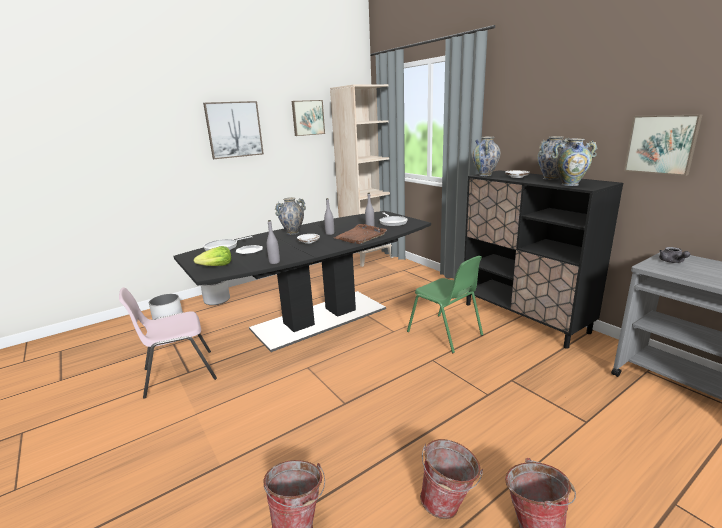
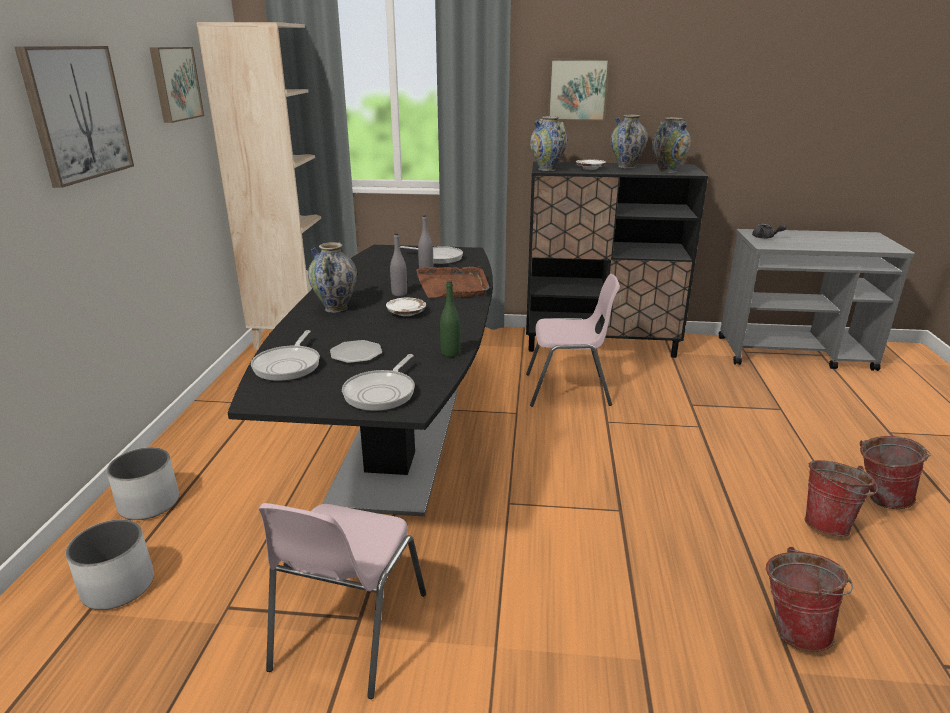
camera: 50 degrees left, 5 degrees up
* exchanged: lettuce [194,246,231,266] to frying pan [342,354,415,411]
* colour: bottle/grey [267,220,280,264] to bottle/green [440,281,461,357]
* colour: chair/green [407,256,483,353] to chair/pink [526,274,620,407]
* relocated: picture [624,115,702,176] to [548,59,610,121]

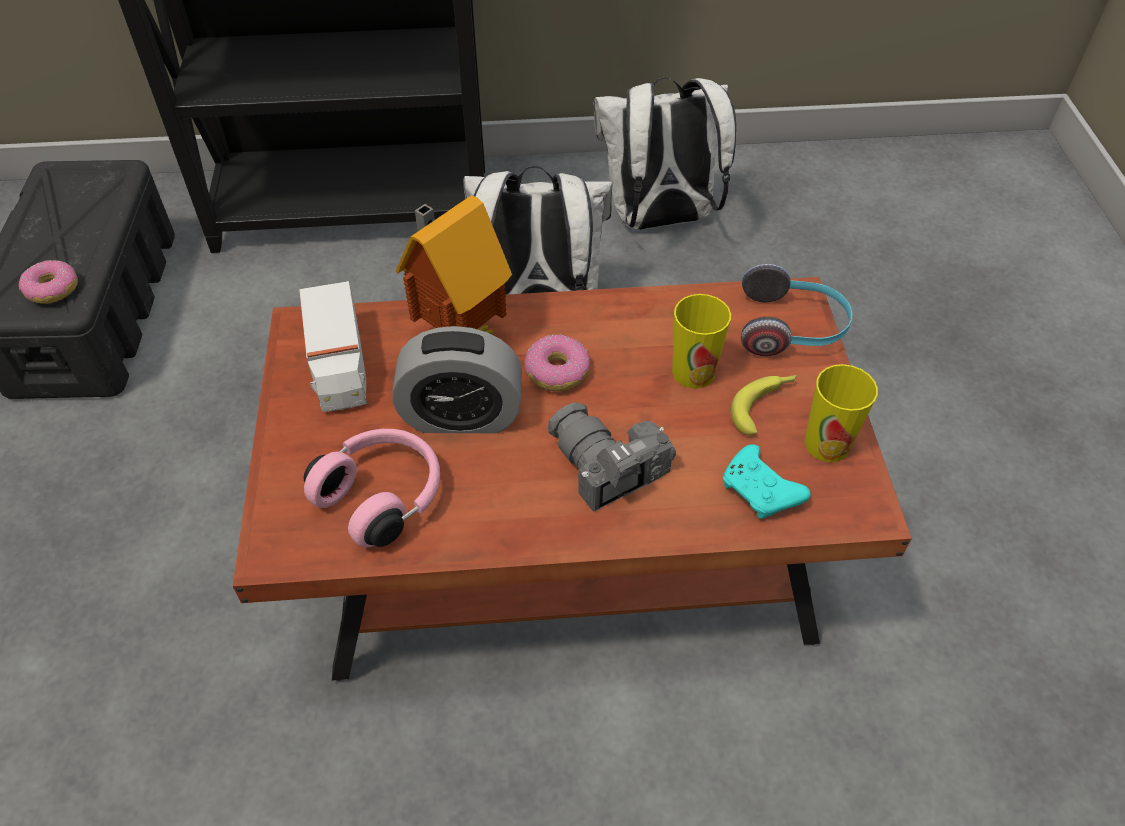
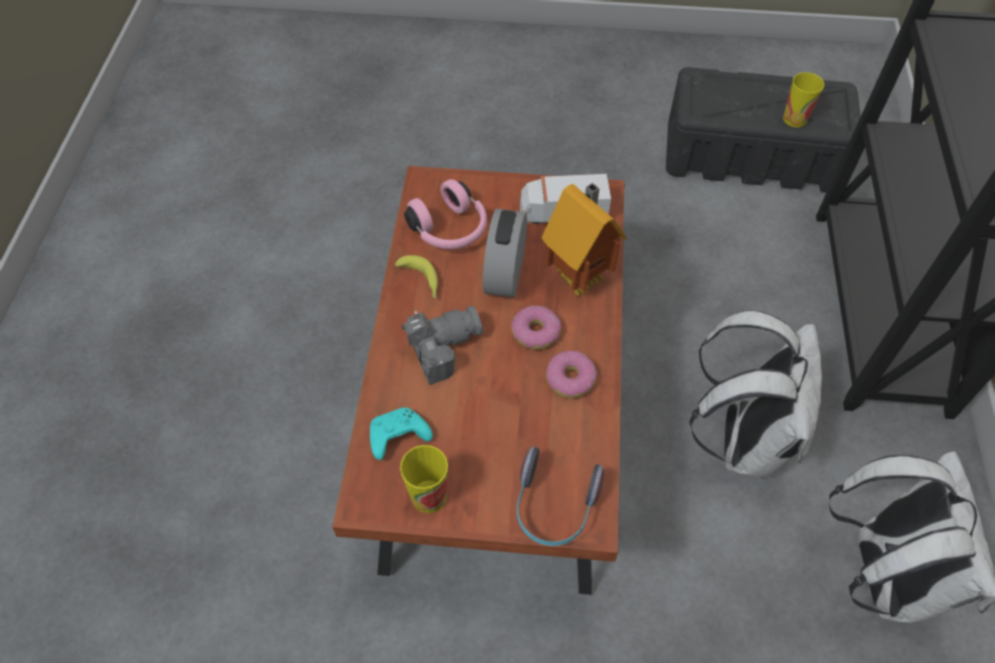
camera: 100 degrees right, 5 degrees up
* relocated: donut [19,260,78,304] to [546,351,597,399]
* relocated: cup [672,294,731,389] to [783,72,824,127]
* relocated: banana [730,375,797,435] to [395,255,438,298]

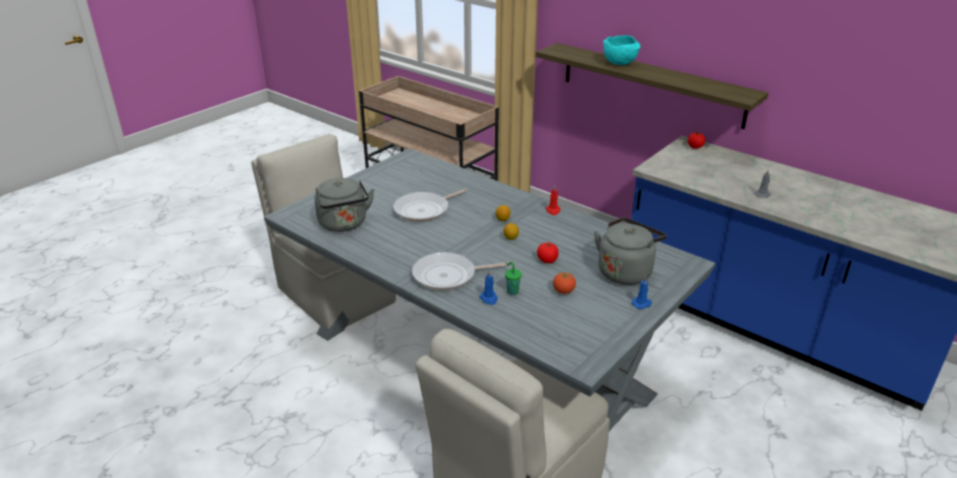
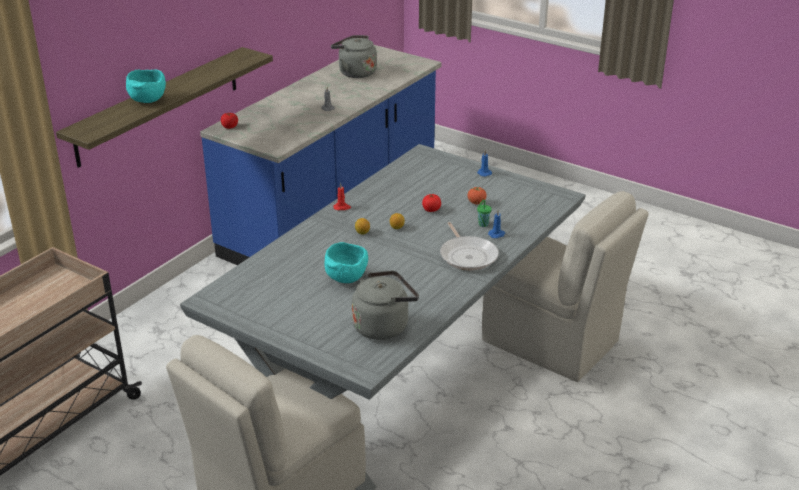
camera: 95 degrees left, 0 degrees up
* exchanged: frying pan [393,189,468,222] to bowl/turquoise [324,242,368,283]
* relocated: kettle/grey [594,217,667,285] to [331,35,377,78]

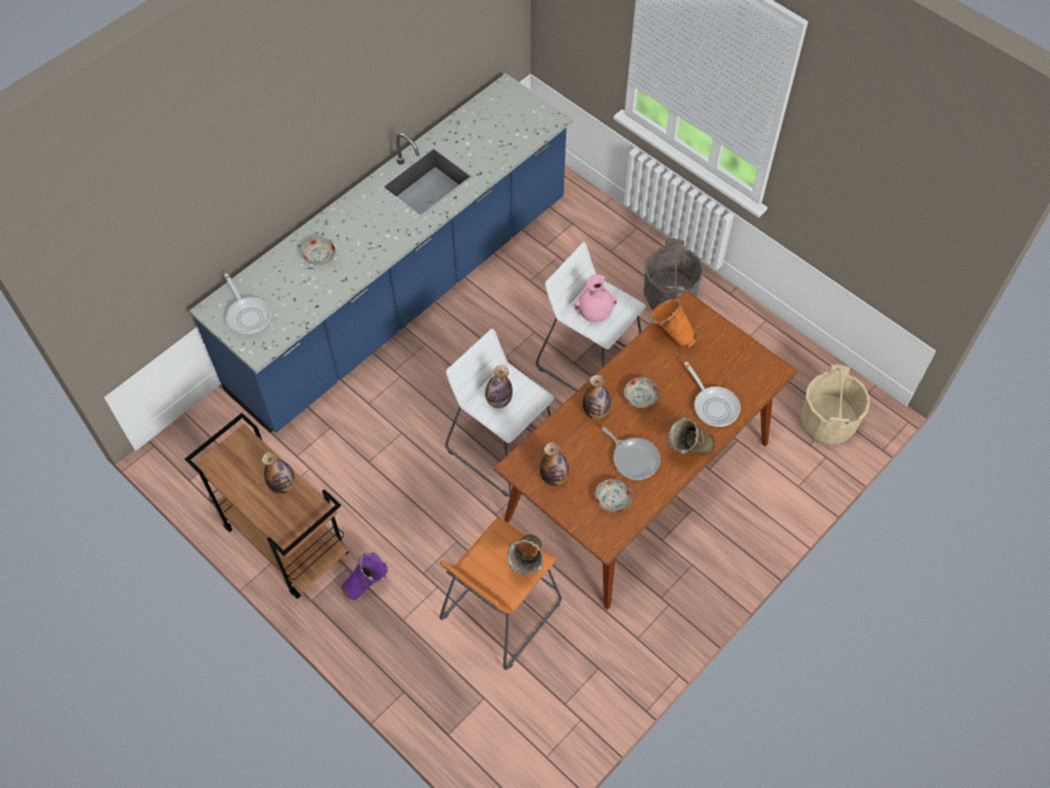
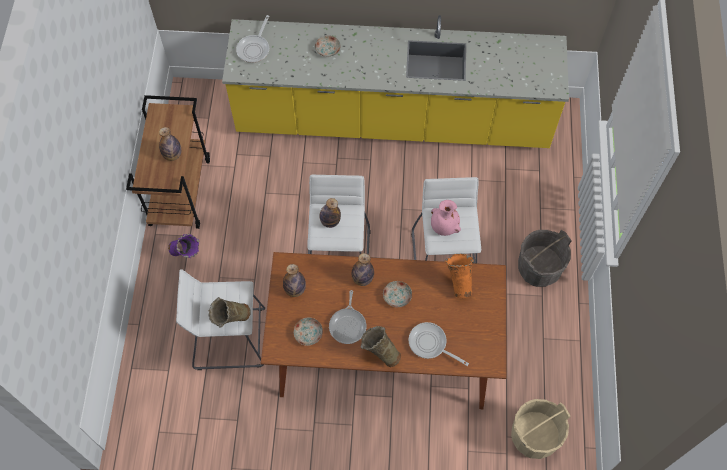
camera: 50 degrees right, 5 degrees up
* colour: counter/blue [189,73,573,433] to counter/yellow [222,15,569,148]
* colour: stool/orange [440,517,562,670] to stool/white [176,269,265,370]
* spun: frying pan [684,362,741,427] = [409,322,469,366] 105 degrees clockwise

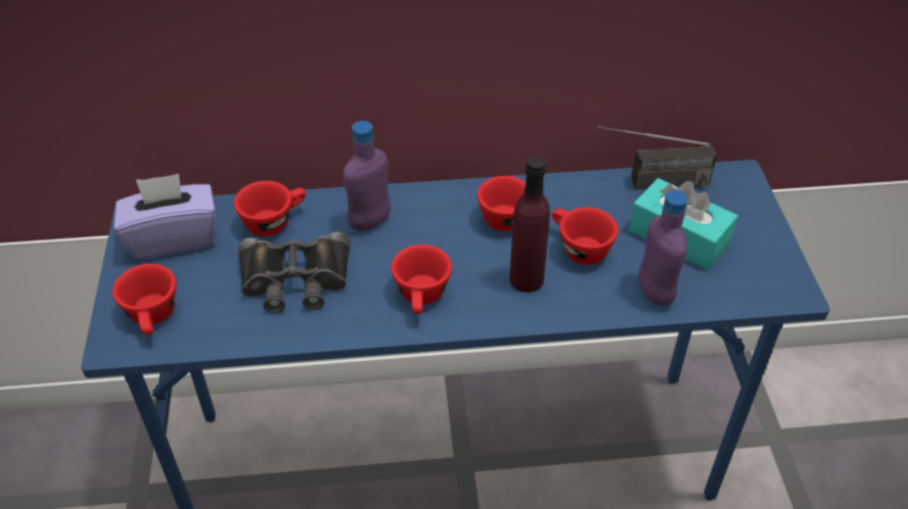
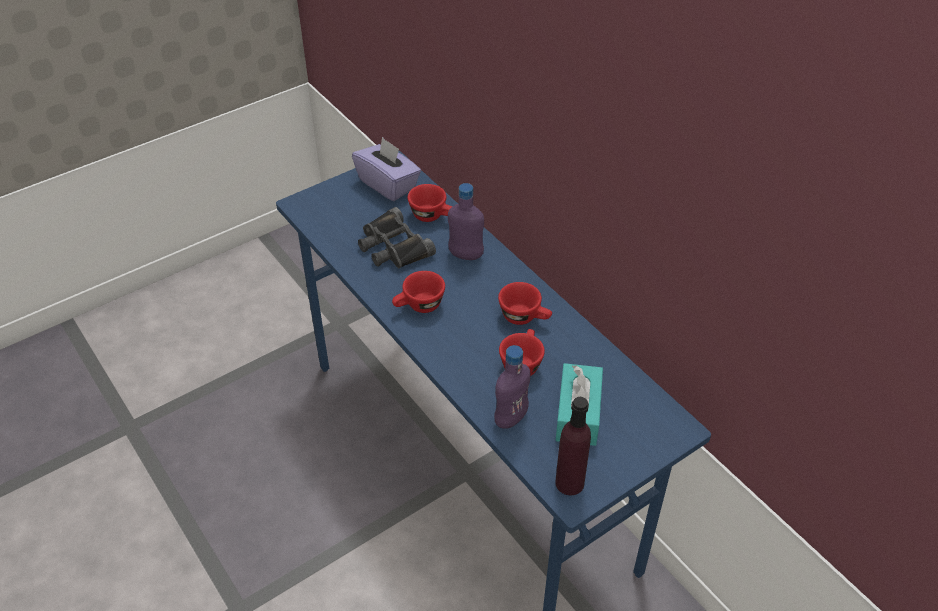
camera: 60 degrees right, 0 degrees up
* missing: cup/red [112,264,176,335]
* relocated: bottle/purple [510,157,550,292] to [555,397,591,495]
* missing: radio [598,126,717,190]

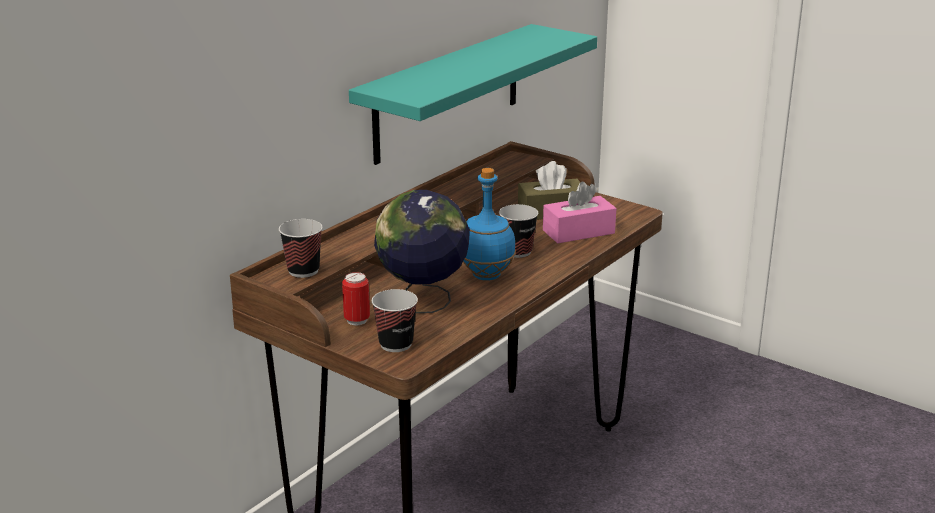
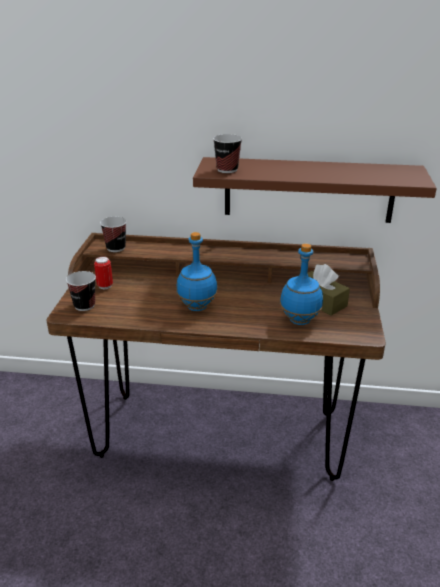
camera: 60 degrees right, 5 degrees up
* colour: shelf/turquoise [349,24,597,165] to shelf/brown [193,157,437,223]
* missing: globe [374,190,470,313]
* relocated: cup [499,204,538,258] to [213,134,242,173]
* exchanged: tissue box/pink [543,181,616,243] to bottle/blue [280,244,323,325]

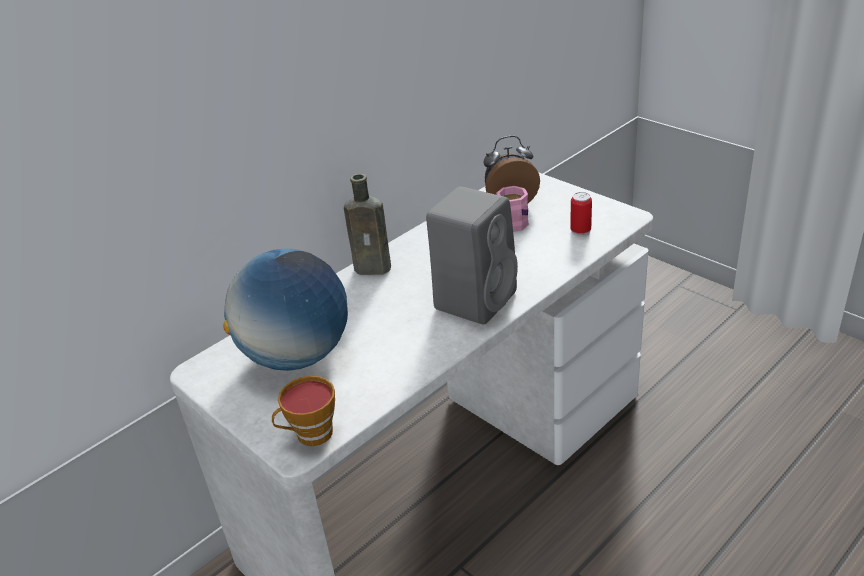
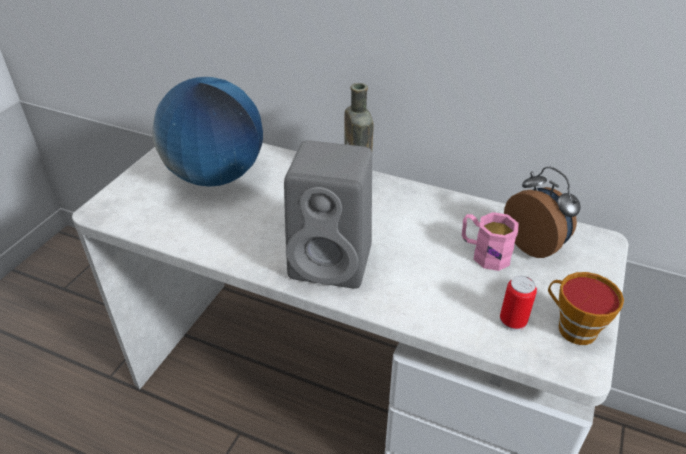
camera: 65 degrees right, 5 degrees up
* relocated: cup [272,376,335,446] to [548,272,624,345]

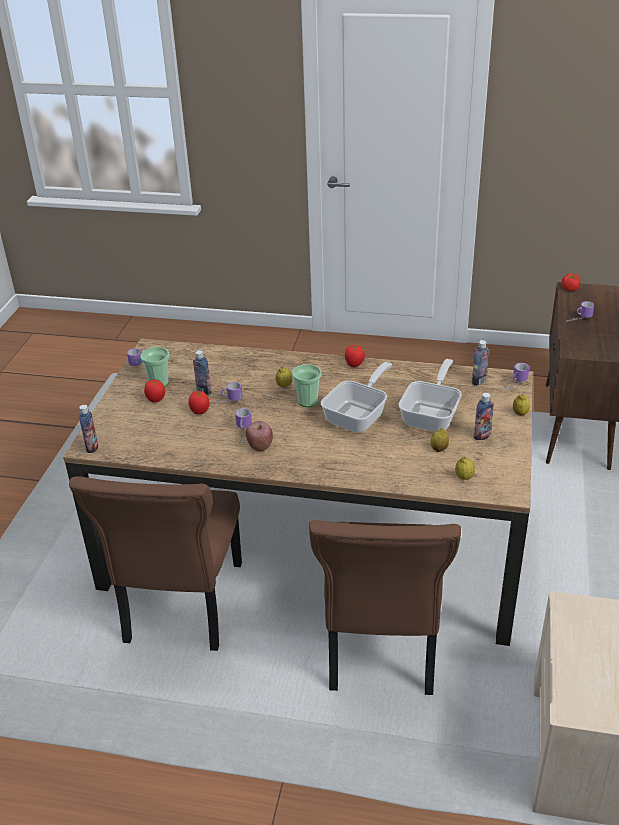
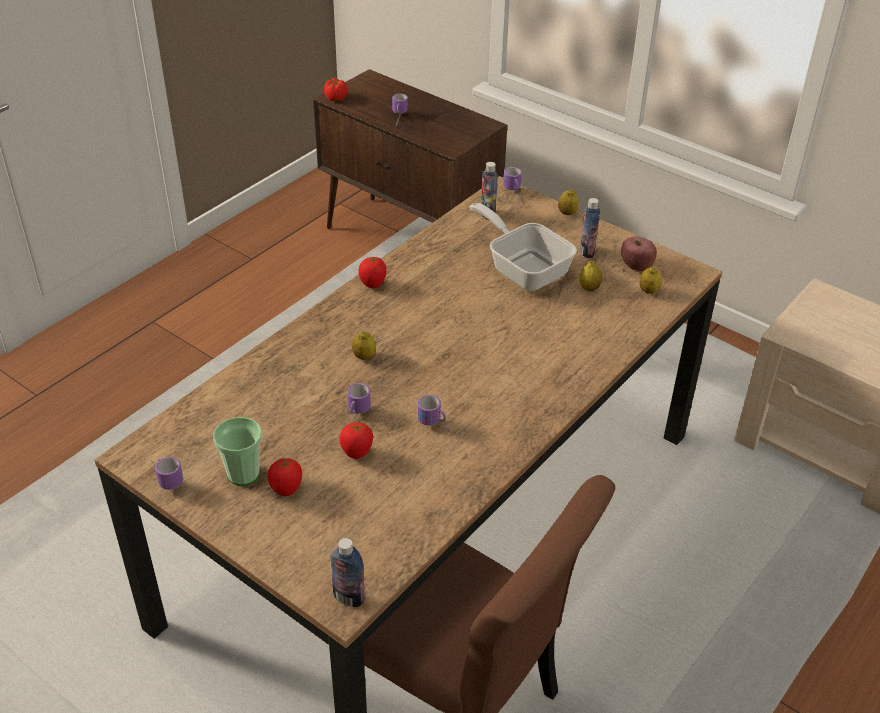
camera: 65 degrees left, 5 degrees up
* missing: bottle [193,350,211,395]
* relocated: apple [246,421,273,451] to [621,236,657,271]
* missing: cup [292,364,321,407]
* missing: chair/brown [309,520,461,695]
* missing: frying pan [321,362,392,433]

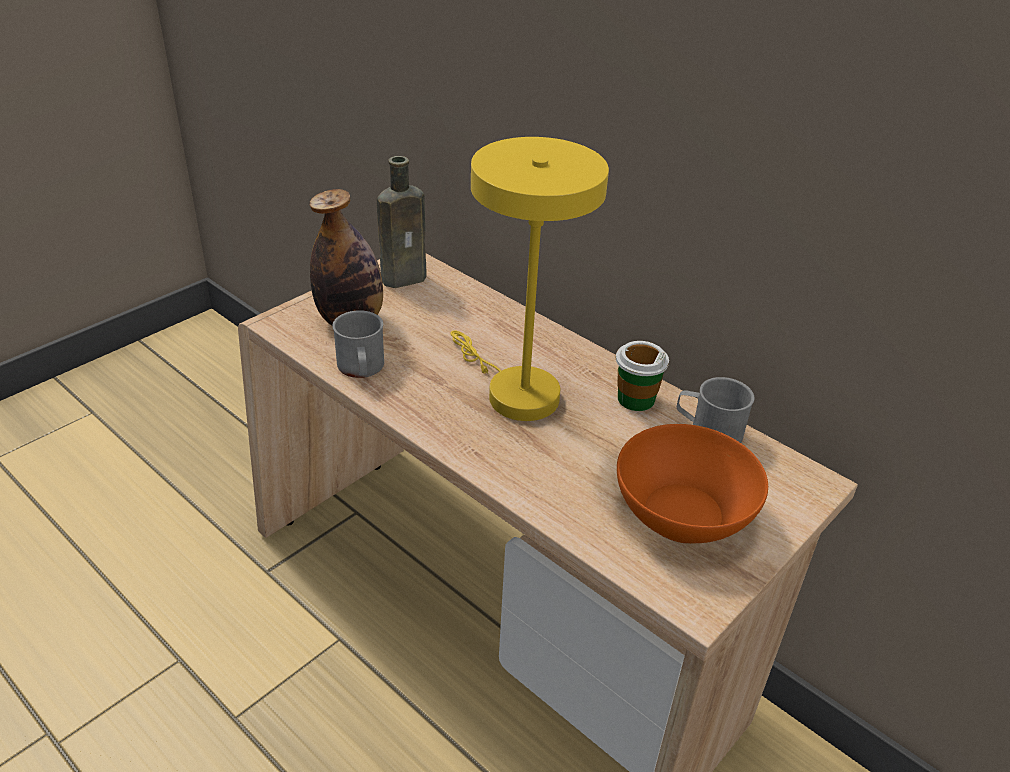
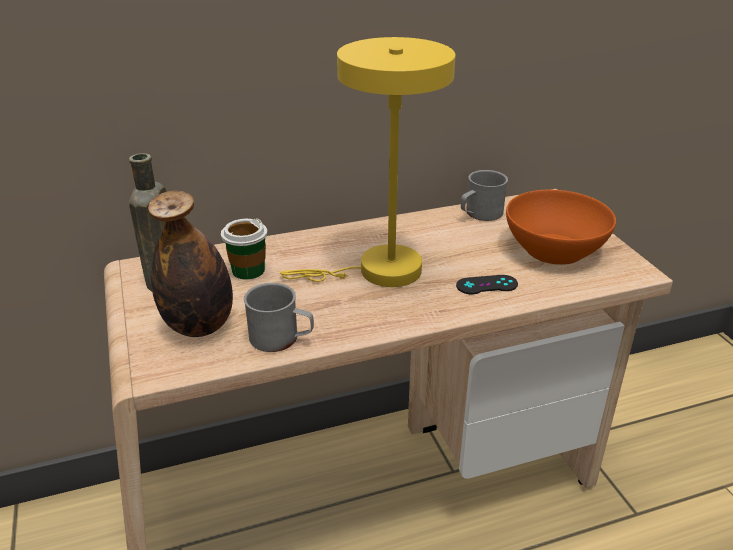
camera: 60 degrees left, 5 degrees down
* relocated: cup [616,341,669,411] to [221,218,267,280]
* appeared: game controller/black [456,275,518,294]

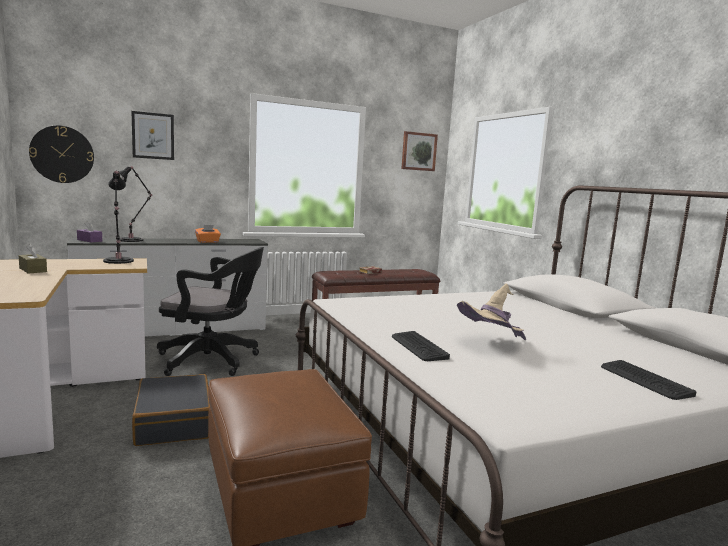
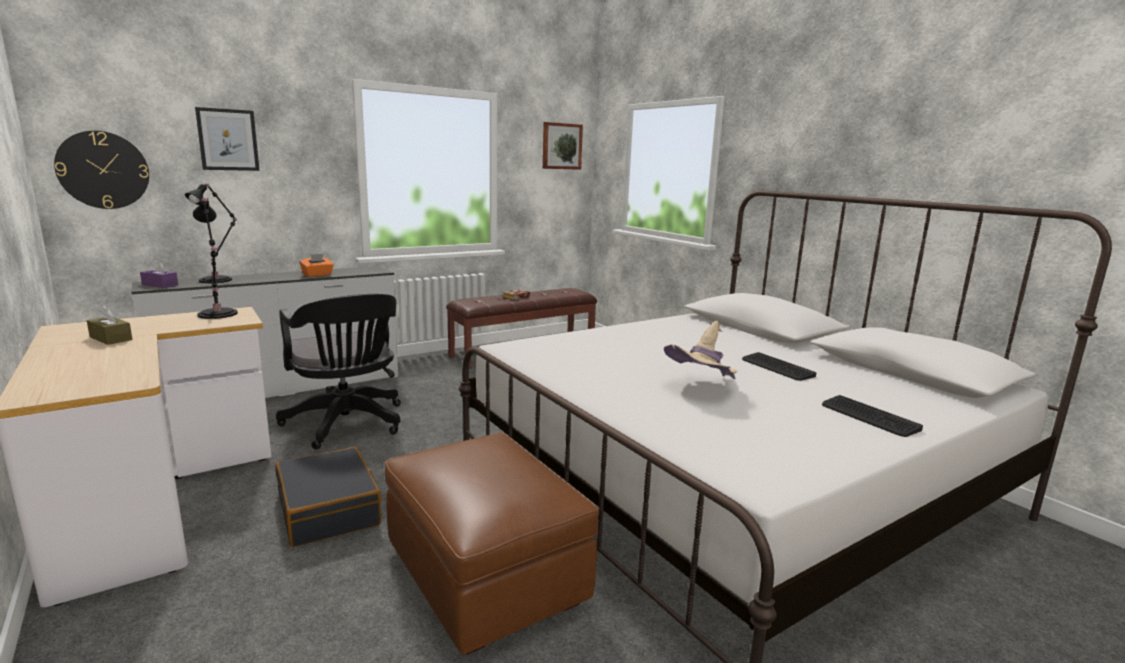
camera: 10 degrees left, 5 degrees up
* spun: office chair/black [157,247,264,376] = [276,294,401,450] 60 degrees clockwise
* relocated: keyboard [392,331,450,361] to [742,352,816,381]

